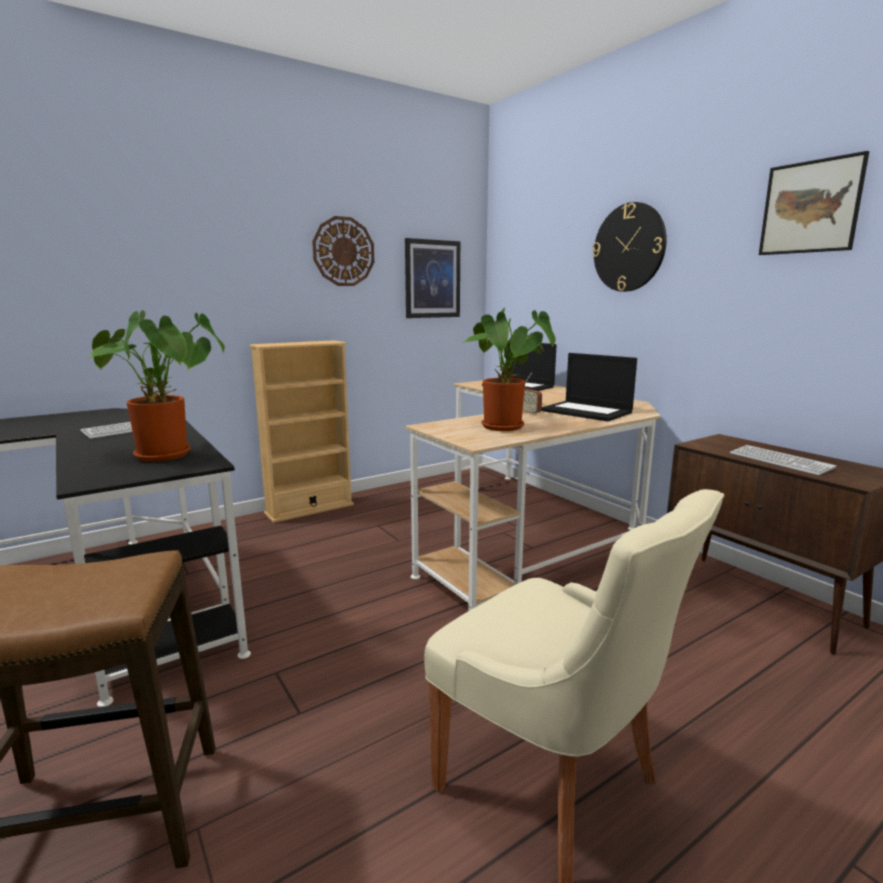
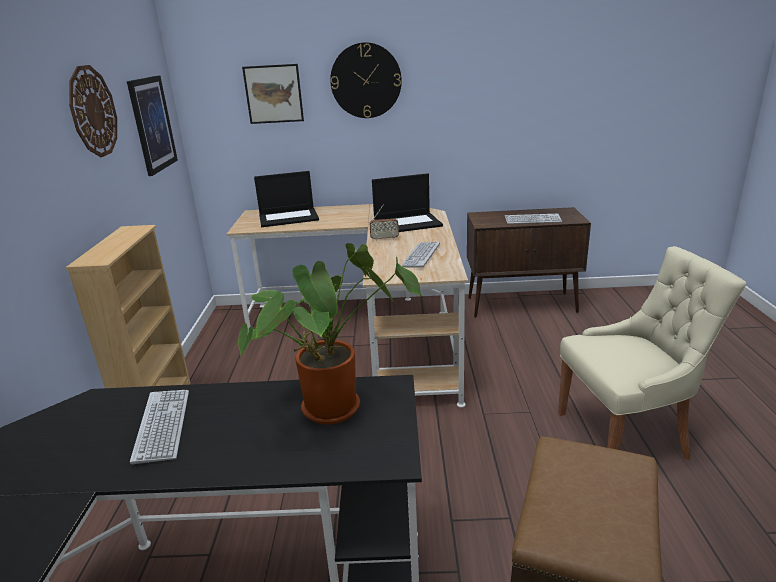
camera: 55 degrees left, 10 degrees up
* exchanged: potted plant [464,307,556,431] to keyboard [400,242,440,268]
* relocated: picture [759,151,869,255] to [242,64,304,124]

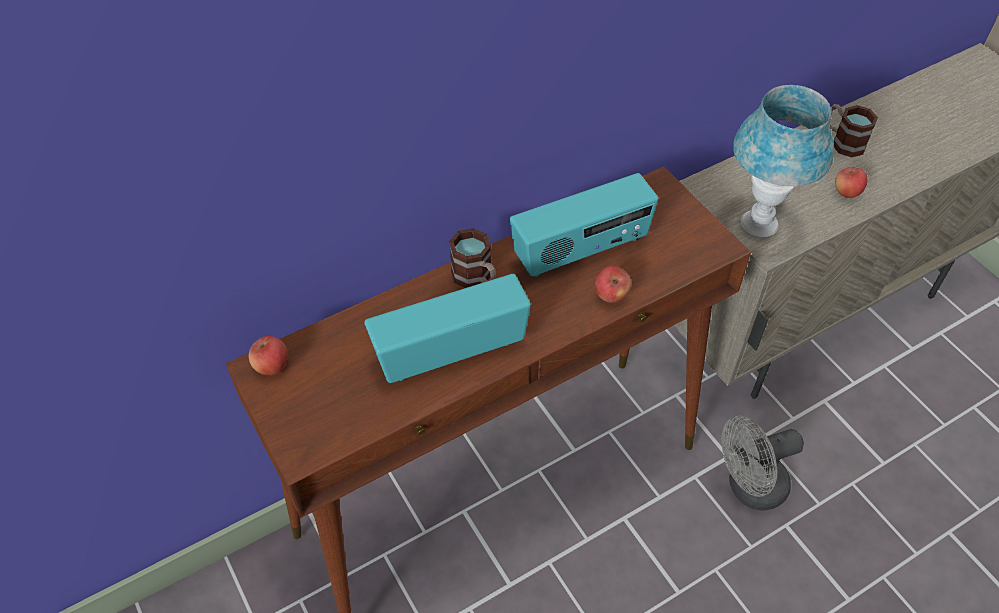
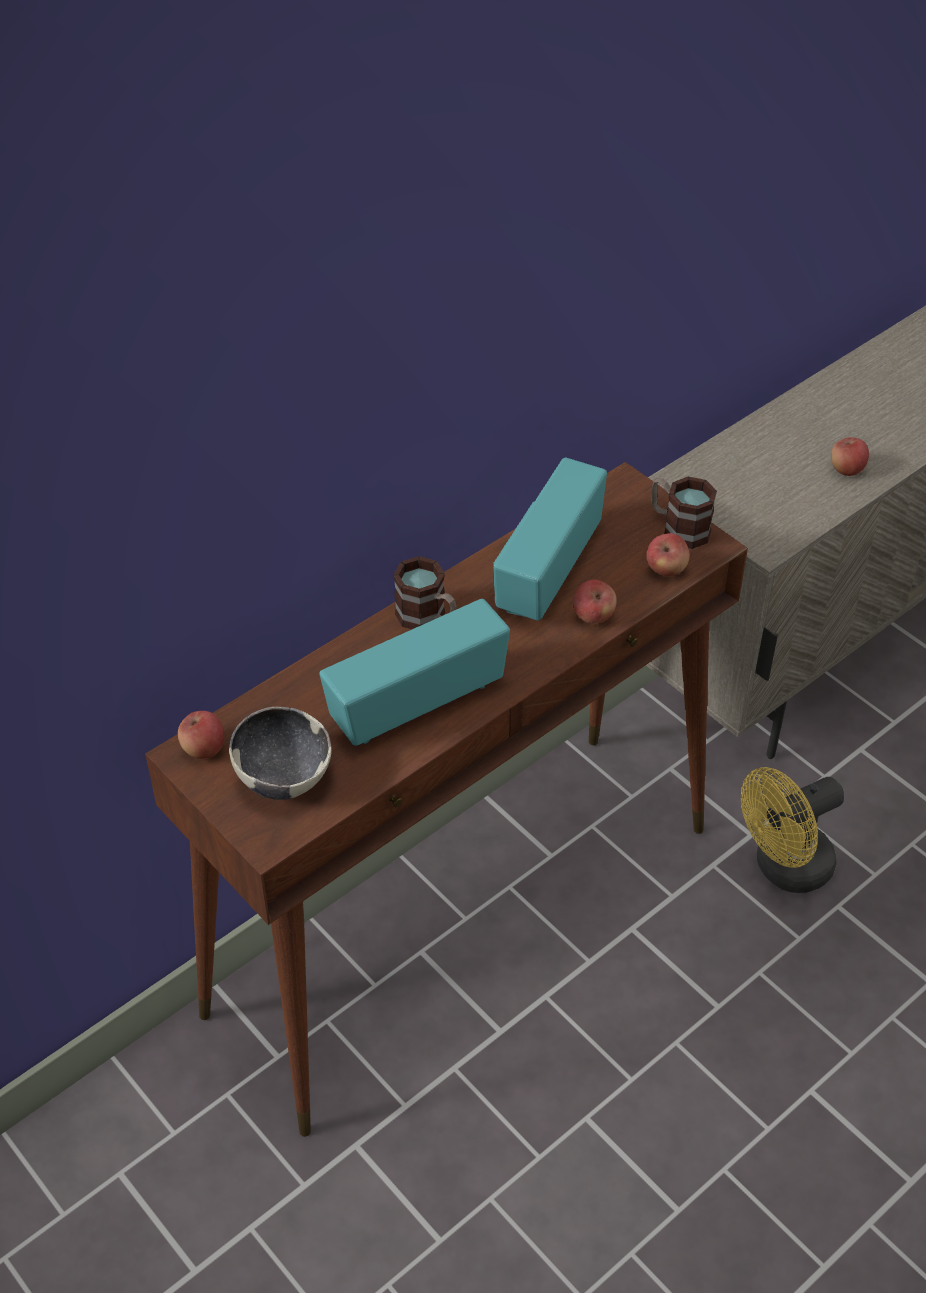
camera: 10 degrees left, 5 degrees down
* spun: radio [510,173,659,277] = [493,458,607,621] 150 degrees clockwise
* colour: fan/grey [722,415,804,511] to fan/yellow [741,767,844,893]
* missing: table lamp/blue [733,85,834,237]
* relocated: mug [829,104,878,157] to [652,477,717,549]
* appeared: bowl [229,707,332,800]
* appeared: apple [646,533,690,576]

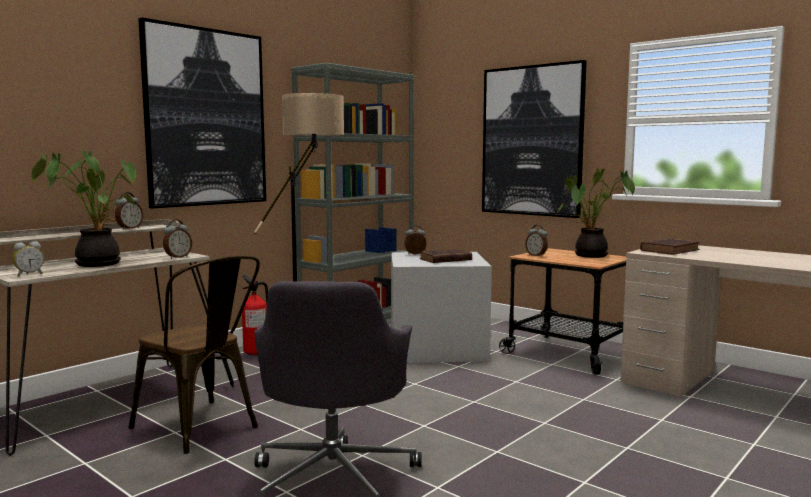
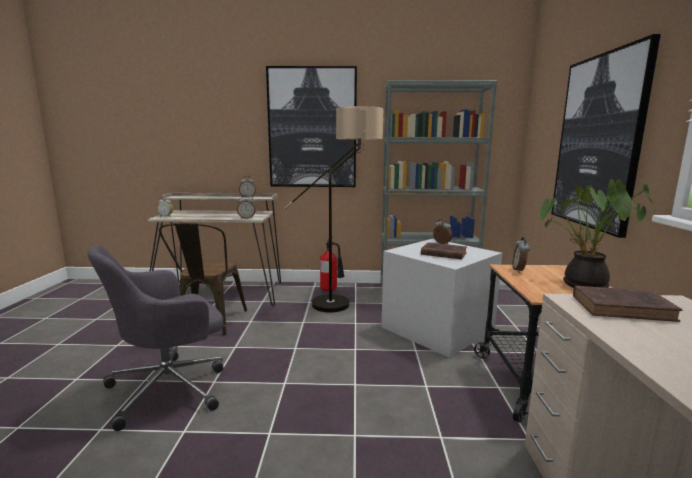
camera: 50 degrees right, 5 degrees up
* missing: potted plant [31,151,136,267]

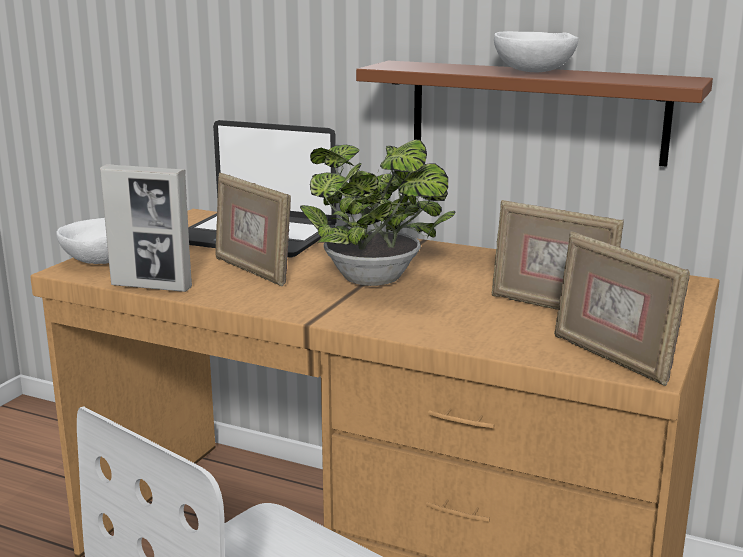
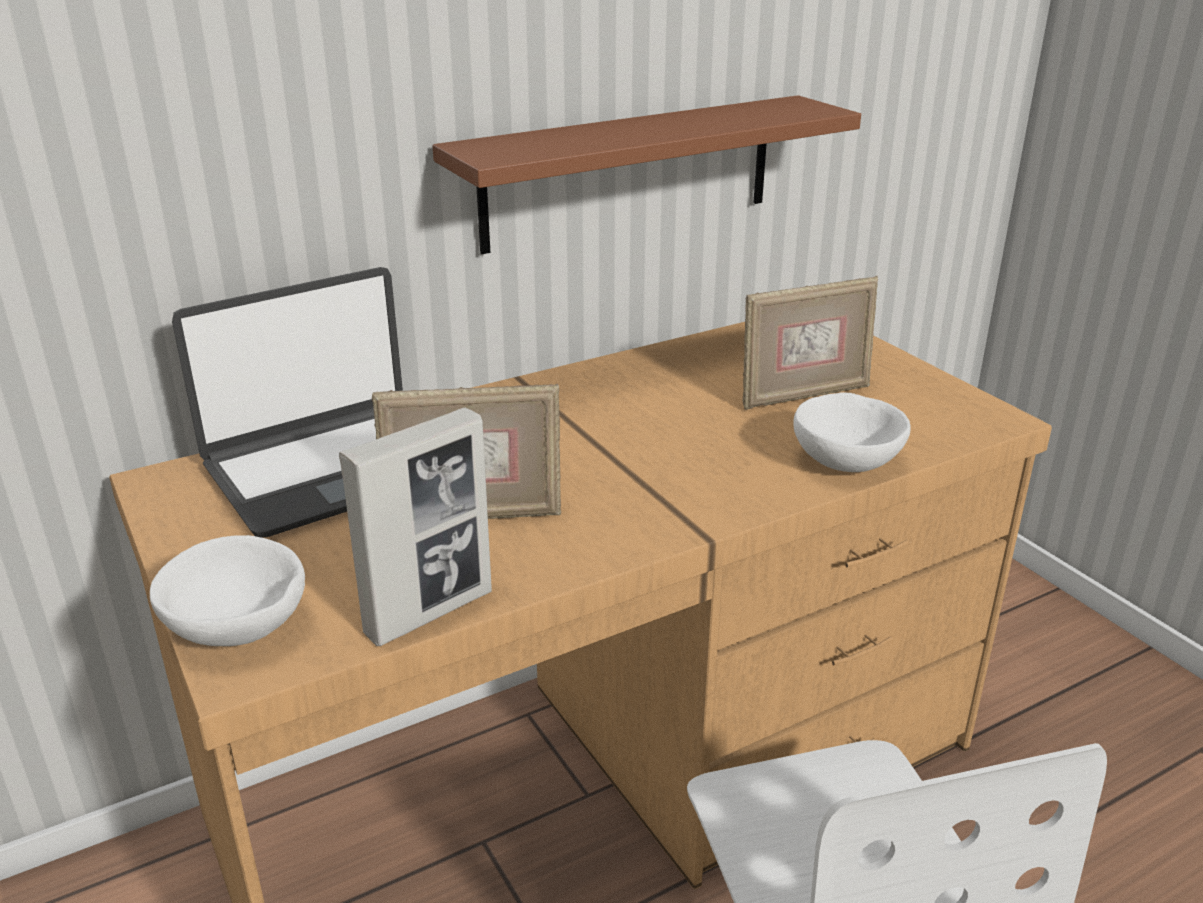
camera: 55 degrees left, 10 degrees up
* missing: potted plant [300,140,456,286]
* relocated: bowl/white [494,31,578,72] to [793,392,911,472]
* missing: picture frame [554,231,690,386]

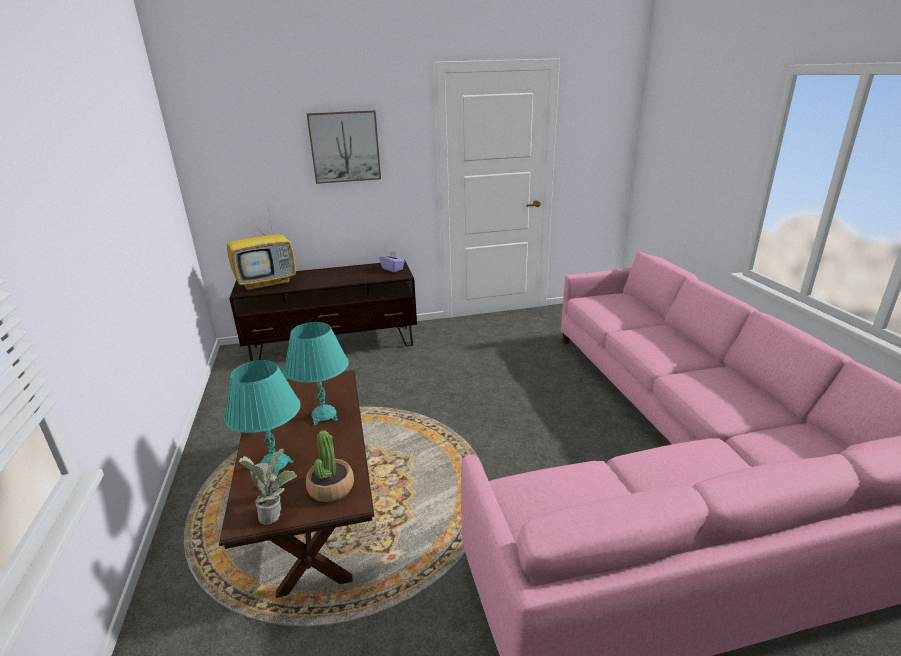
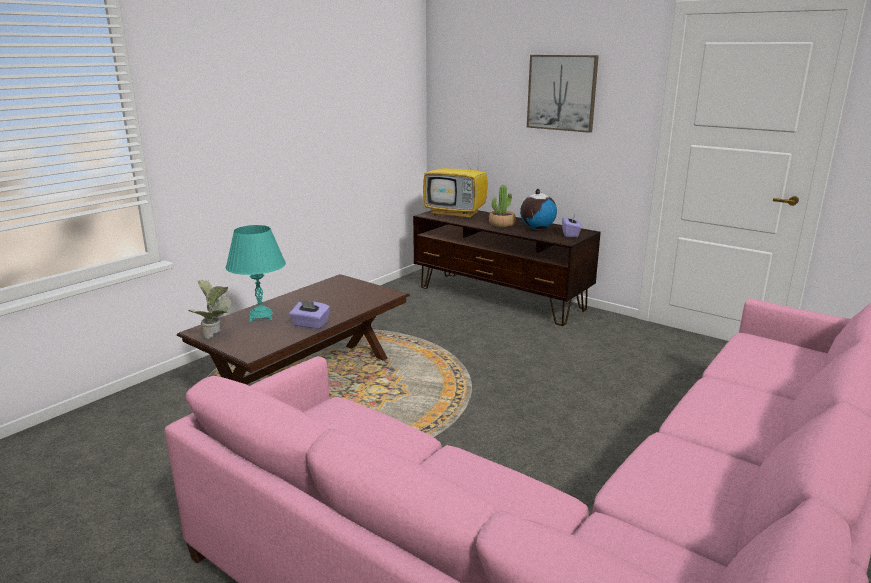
camera: 50 degrees right, 5 degrees down
* missing: table lamp/turquoise [284,322,349,425]
* relocated: potted plant [306,430,354,502] to [489,185,516,227]
* appeared: tissue box/purple [289,300,330,329]
* appeared: globe [520,189,557,230]

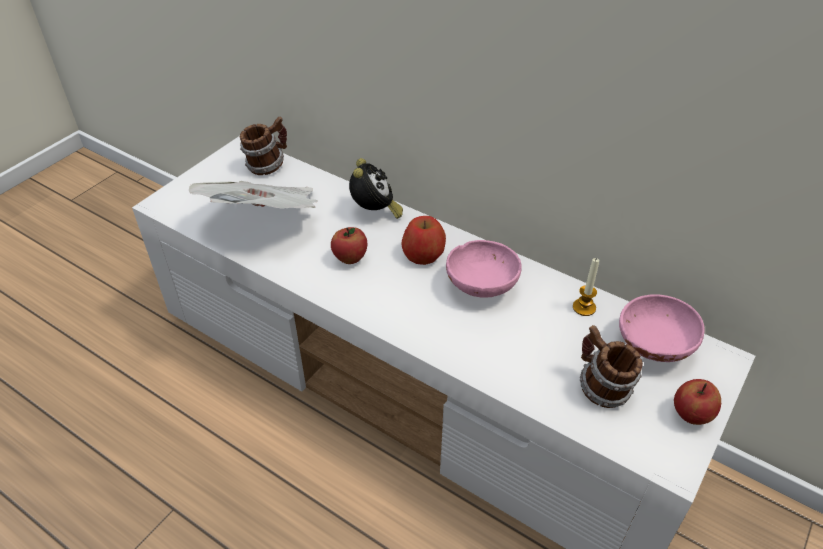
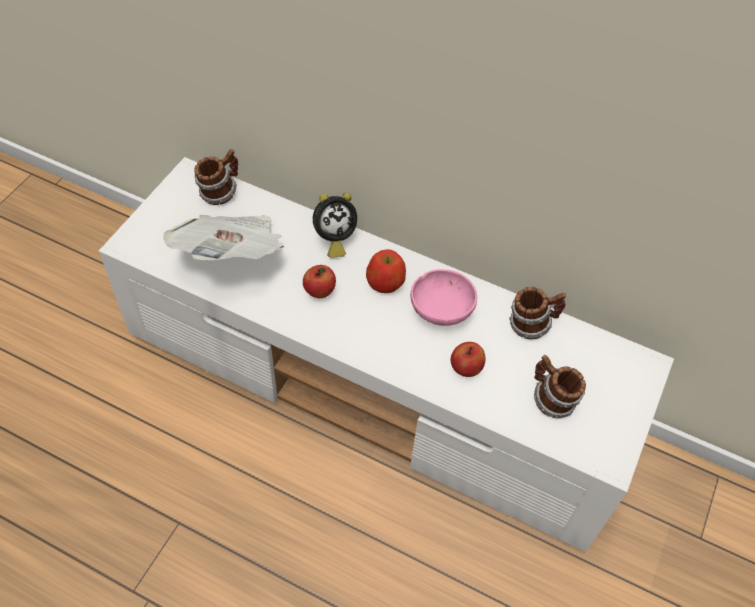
camera: 10 degrees left, 10 degrees up
* spun: alarm clock [349,158,403,219] = [313,193,357,258] 75 degrees clockwise
* exchanged: candle [573,258,599,316] to mug [509,287,566,340]
* missing: bowl/pink [619,294,705,362]
* relocated: apple [674,379,721,425] to [451,342,486,377]

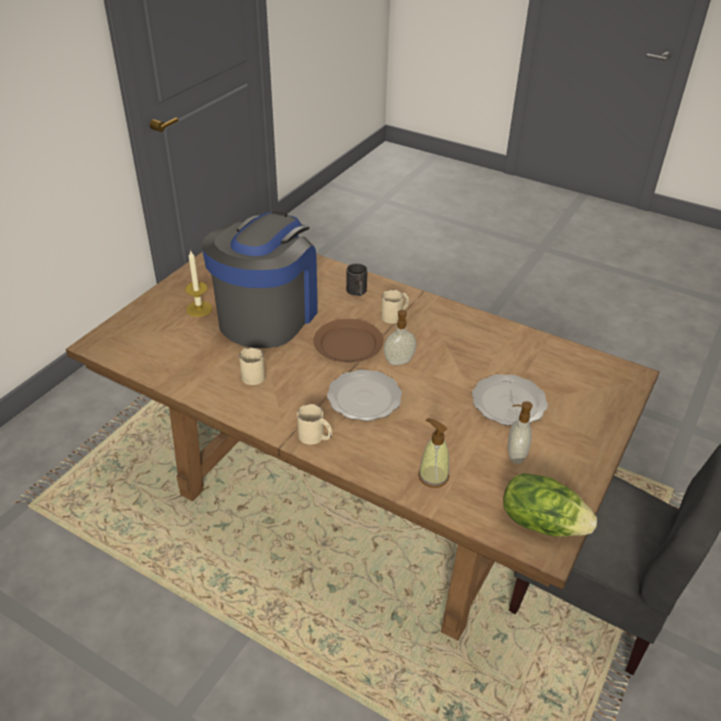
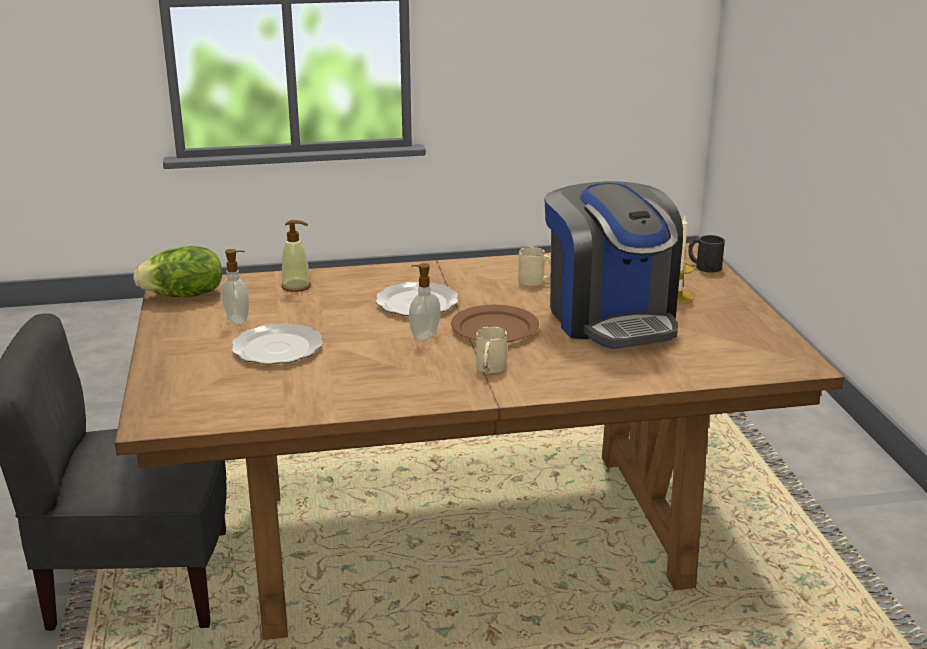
camera: 140 degrees right, 15 degrees down
* missing: mug/beige [297,404,332,445]
* relocated: mug/black [346,263,367,296] to [688,235,725,273]

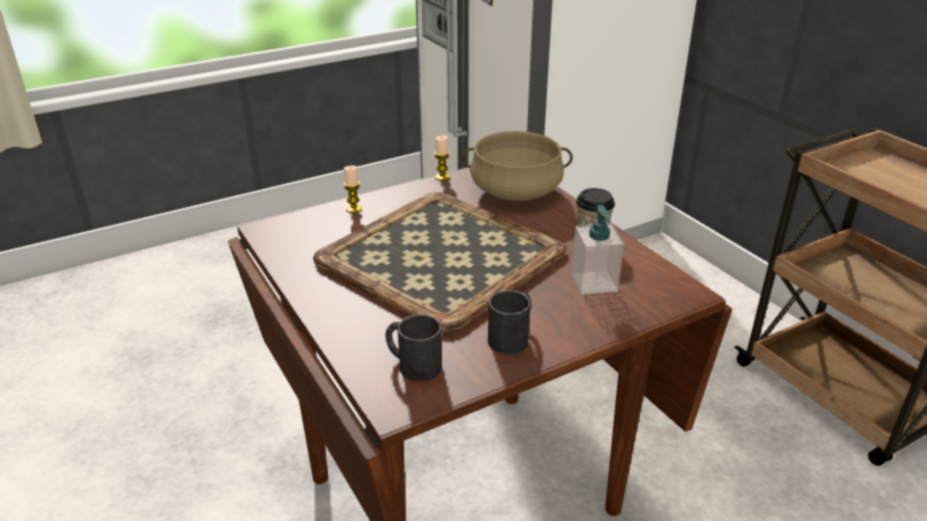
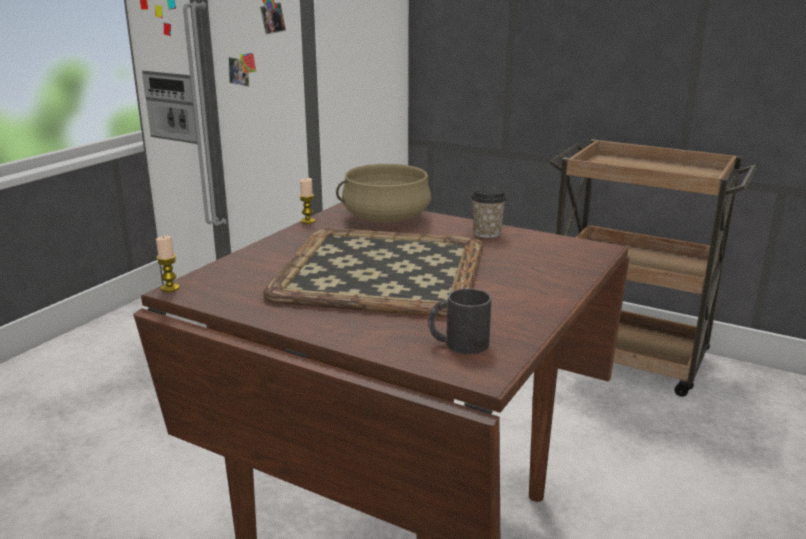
camera: 30 degrees left, 10 degrees down
* relocated: candle [344,166,362,213] to [156,236,180,292]
* missing: mug/black [488,290,531,354]
* missing: soap dispenser [571,205,624,294]

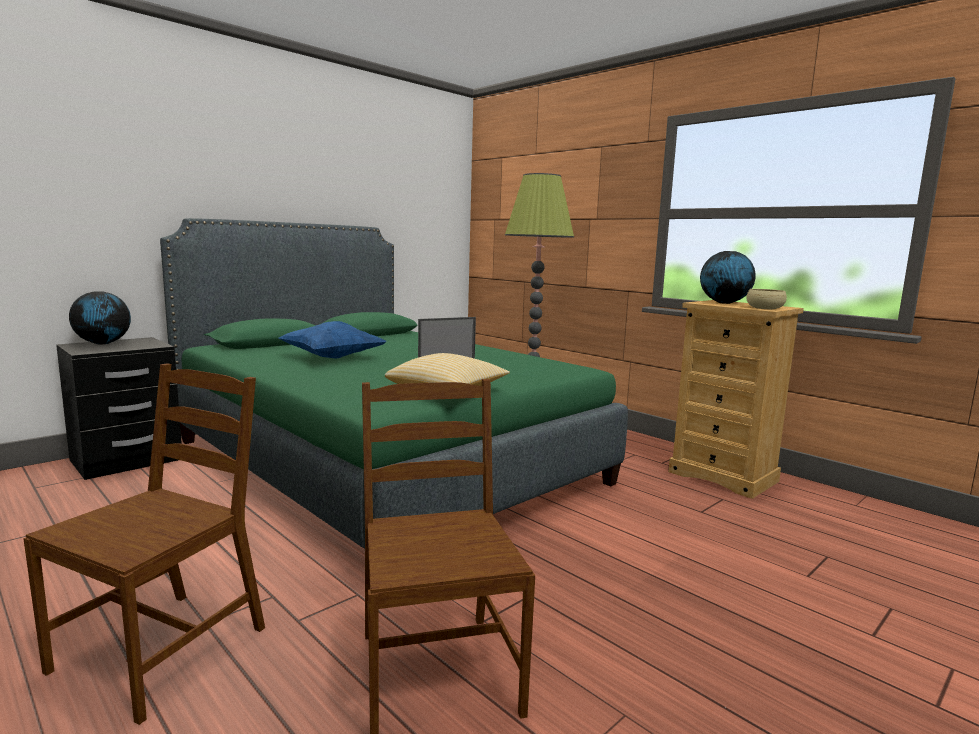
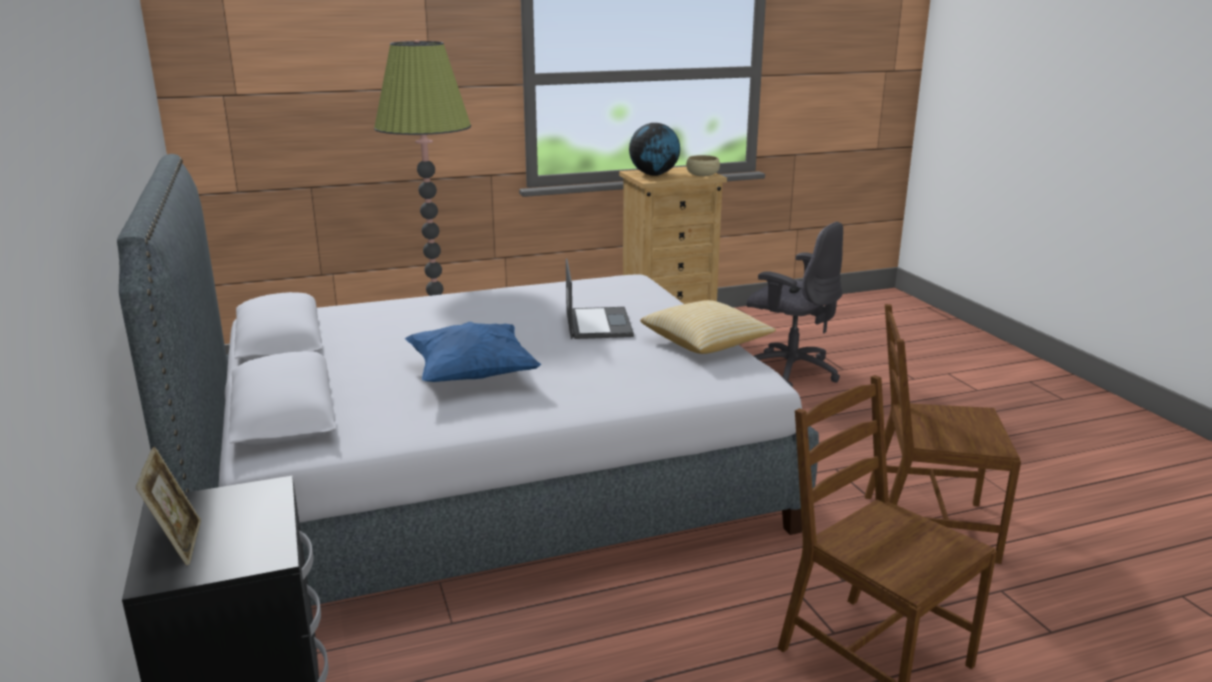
camera: 65 degrees left, 10 degrees up
* exchanged: globe [69,291,131,344] to picture frame [136,447,201,565]
* colour: bed/green [160,218,628,549] to bed/grey [117,154,819,606]
* appeared: office chair/grey [747,222,843,387]

